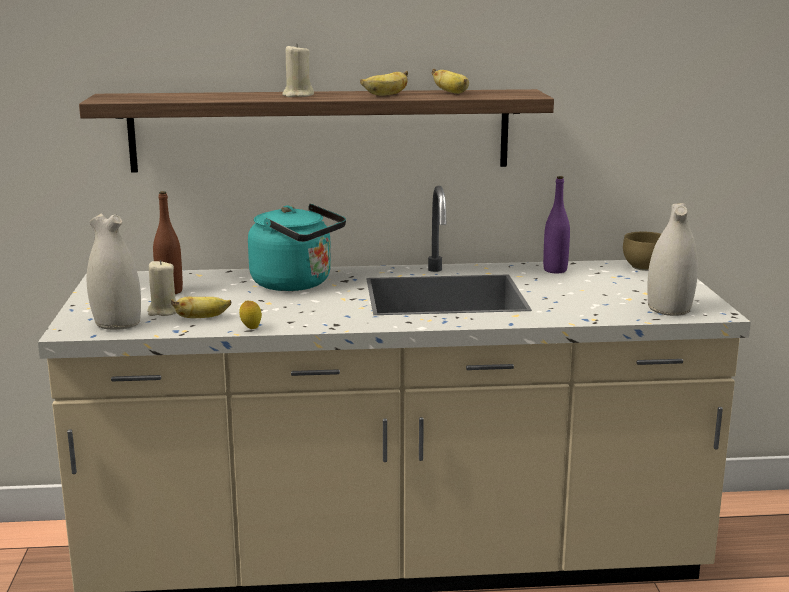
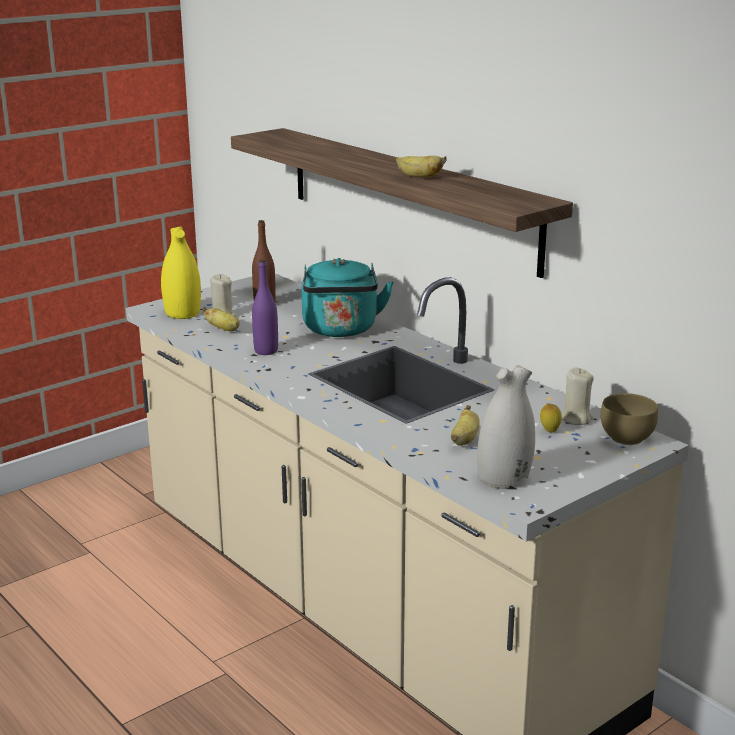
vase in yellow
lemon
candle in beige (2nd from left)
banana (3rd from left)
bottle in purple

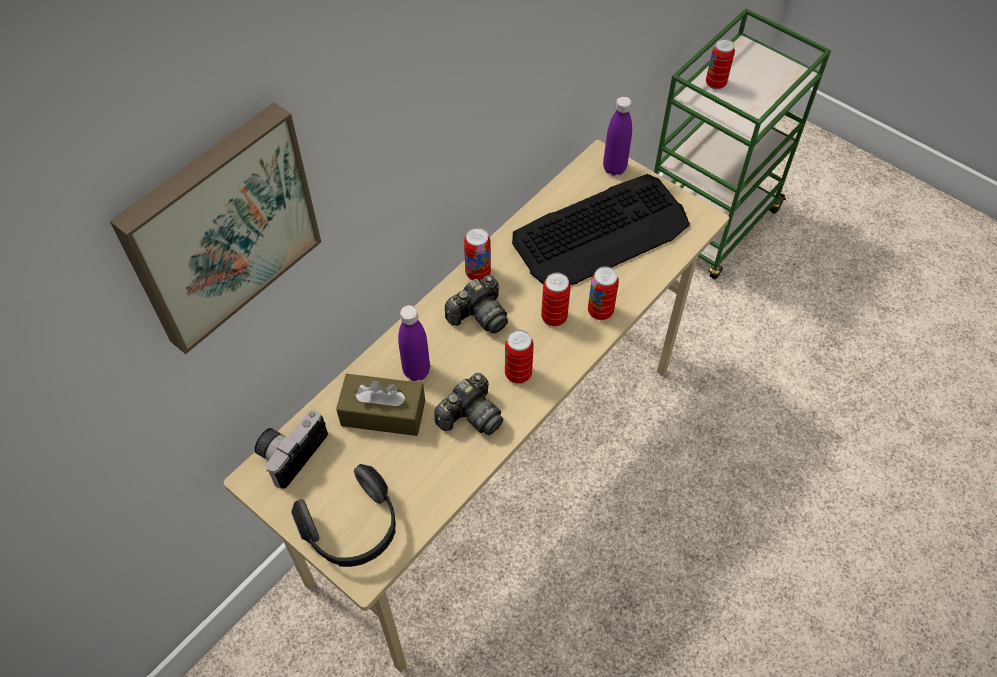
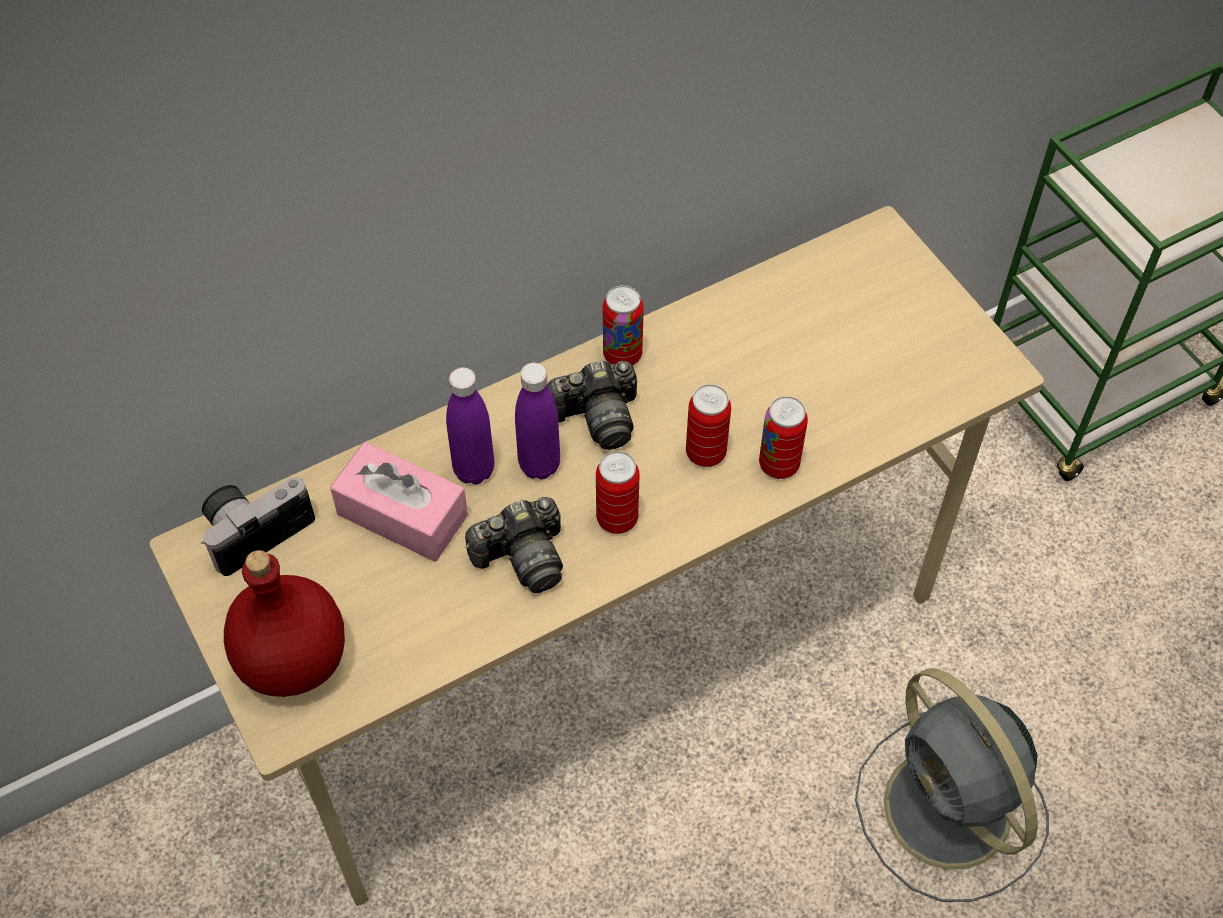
picture
bottle in red
tissue box in pink
keyboard
bottle in purple (2nd from left)
can (5th from left in the first image)
fan in grey

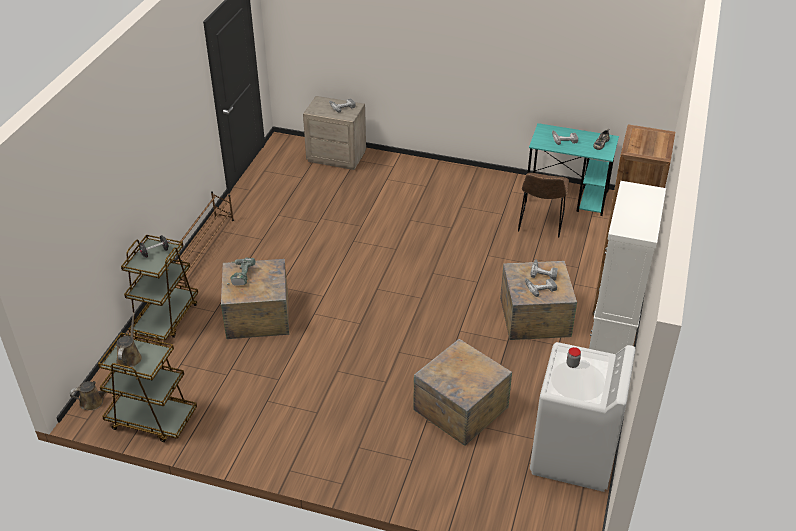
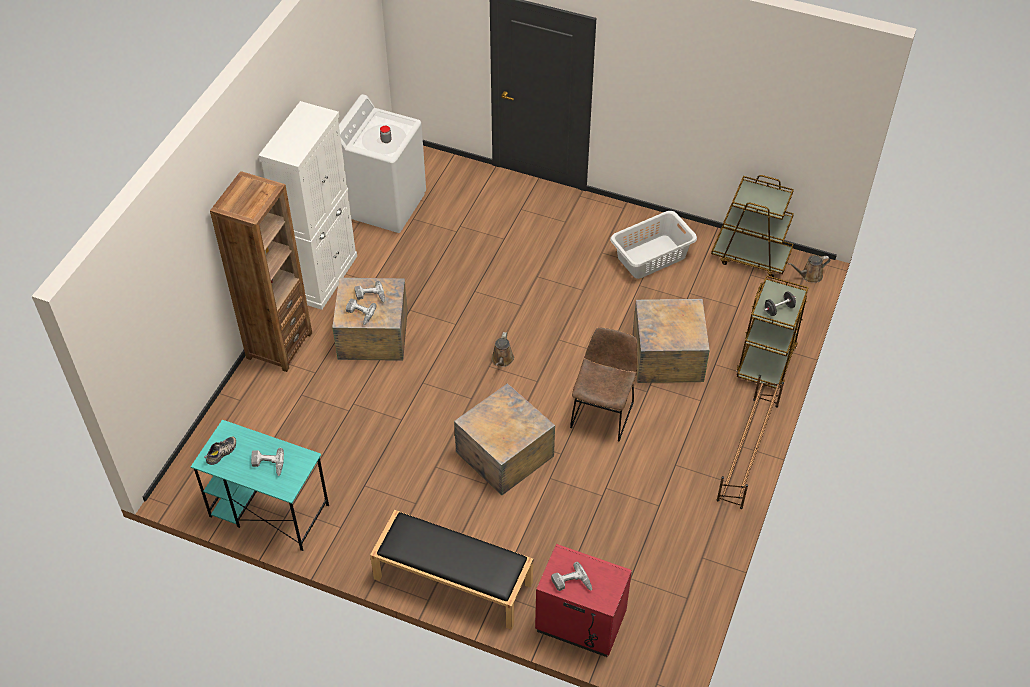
watering can in brown (1st from left)
power drill (1st from left in the first image)
nightstand in red
crate (2nd from left)
chair in brown
bench in black
laundry basket in grey

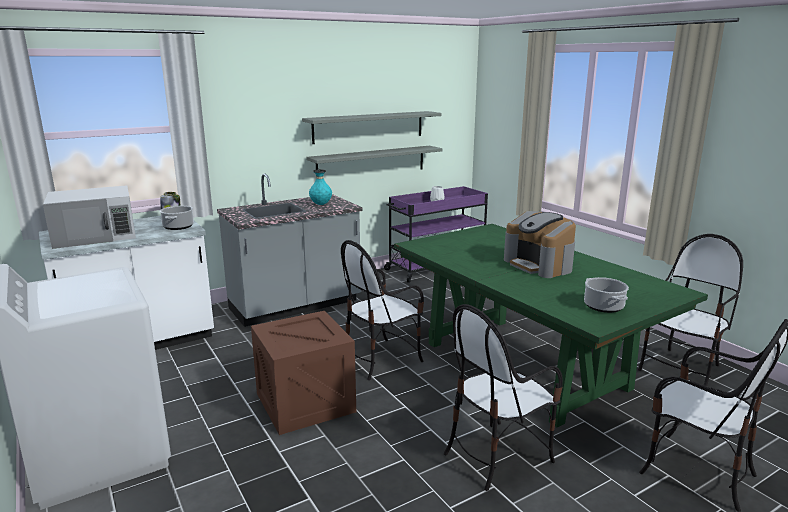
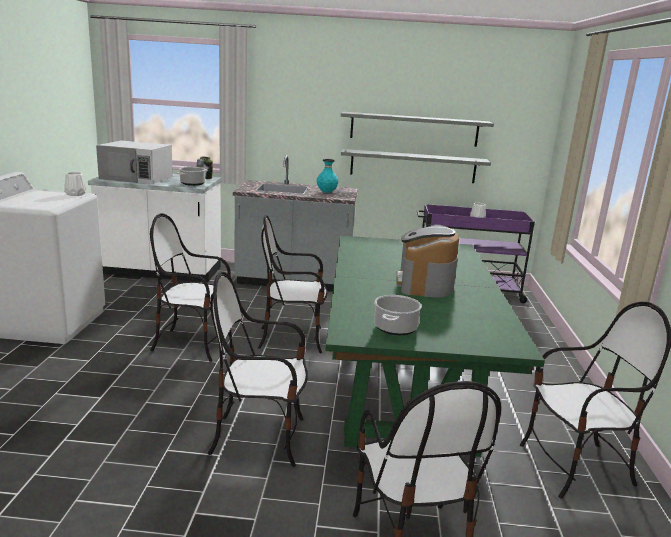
chair (1st from left)
vase in white (1st from left)

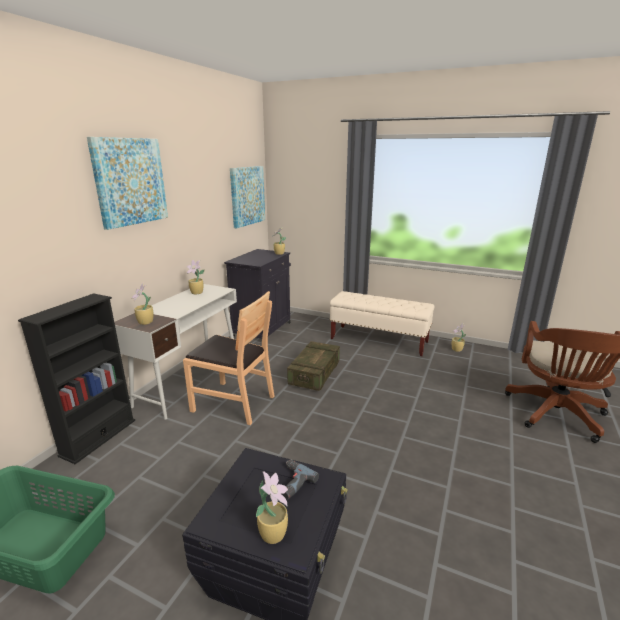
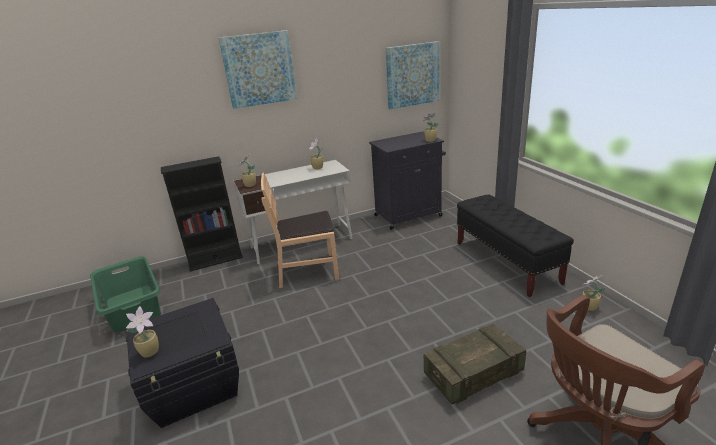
chair in brown
power drill
crate
bench in black

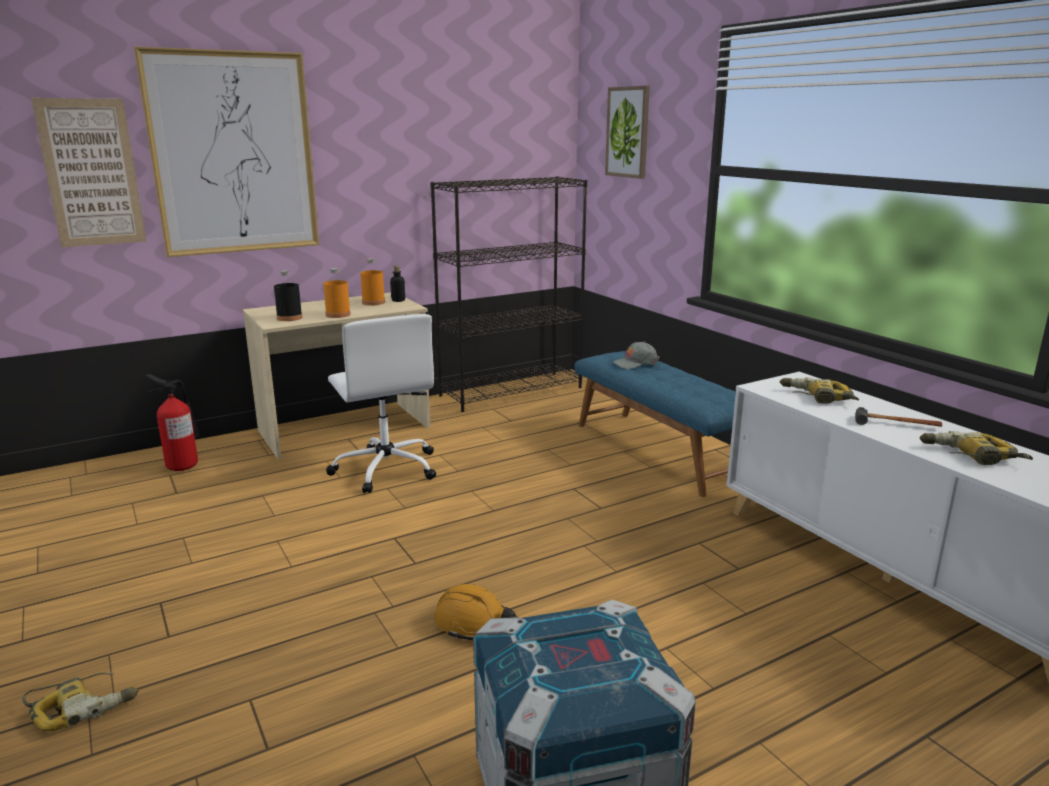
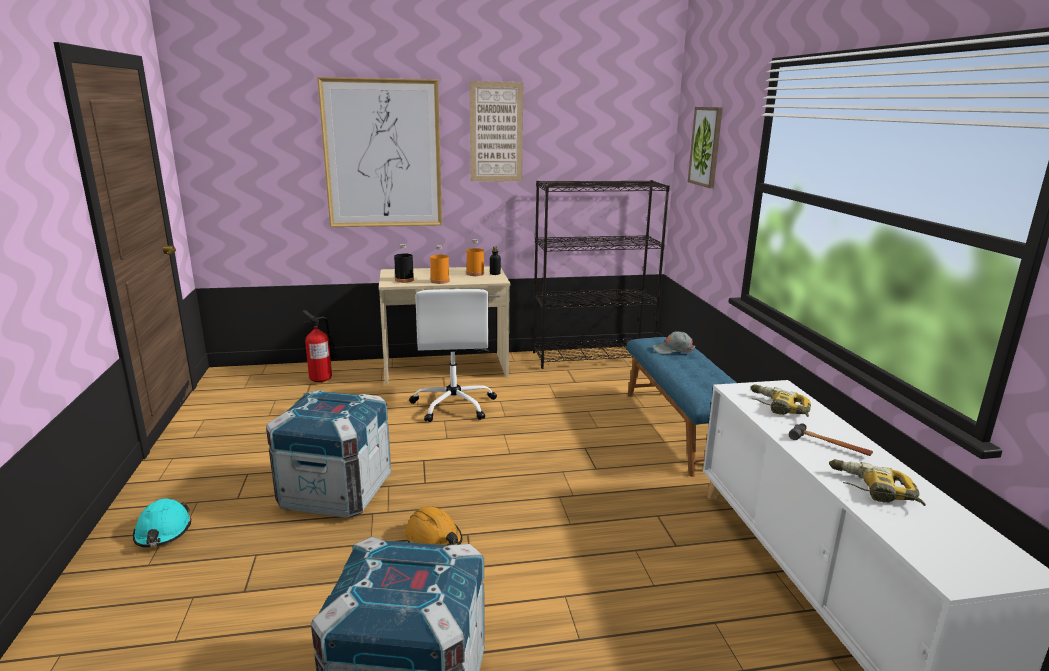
hard hat in turquoise
picture (2nd from left)
crate (1st from left)

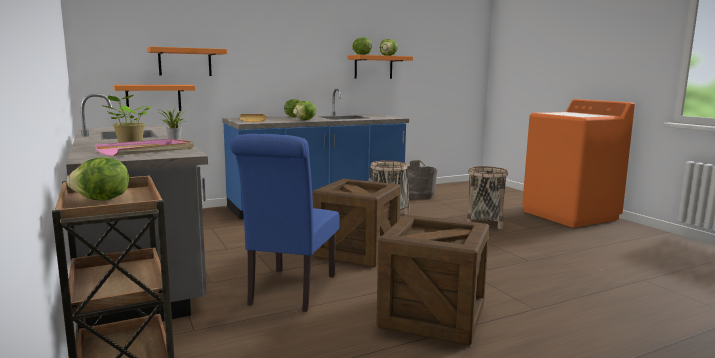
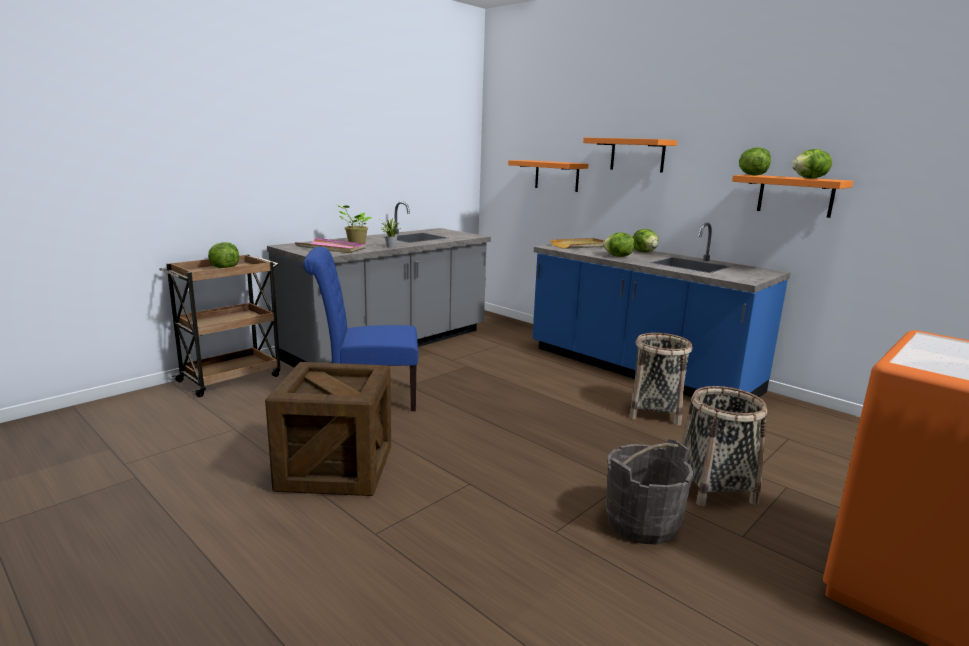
shelf in orange (2nd from left)
crate (1st from left in the first image)
bucket in grey

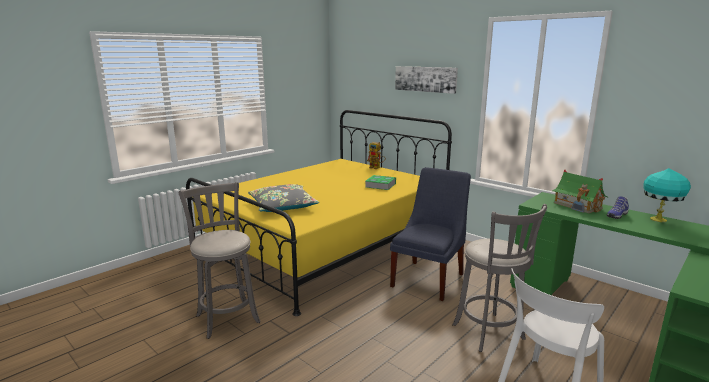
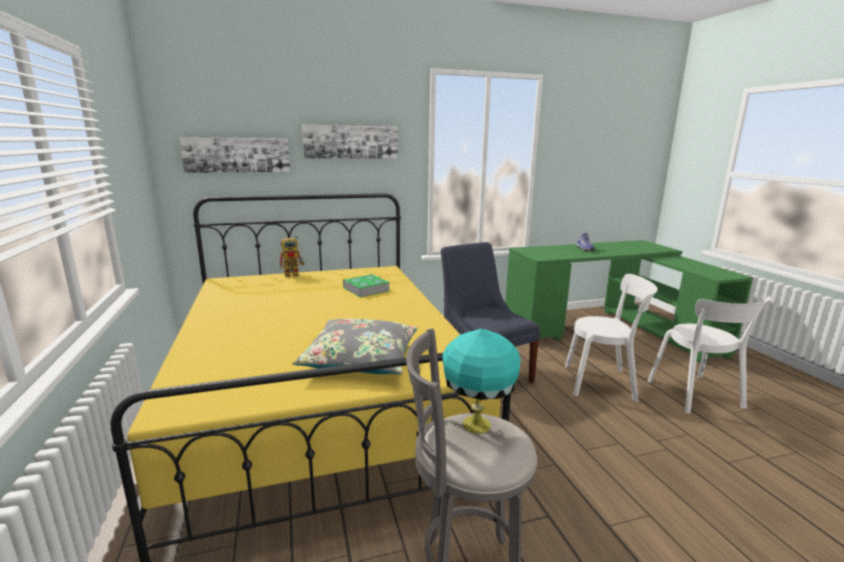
chair in white (1st from left)
toy house
table lamp in turquoise
picture (1st from left)

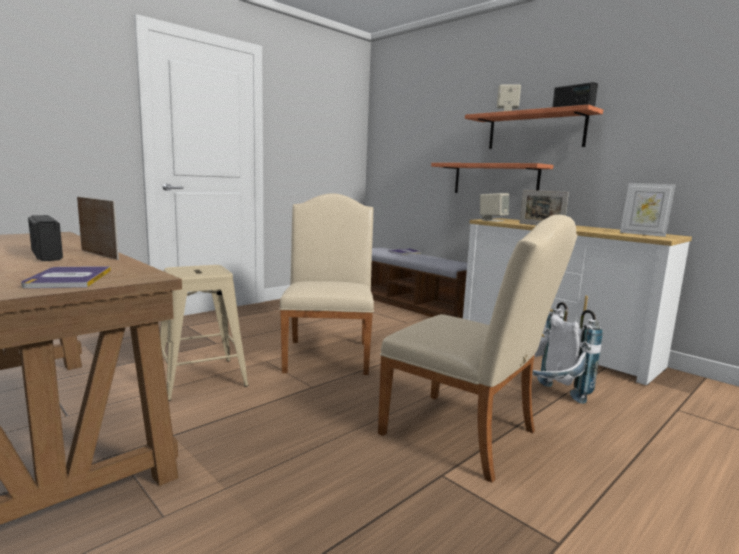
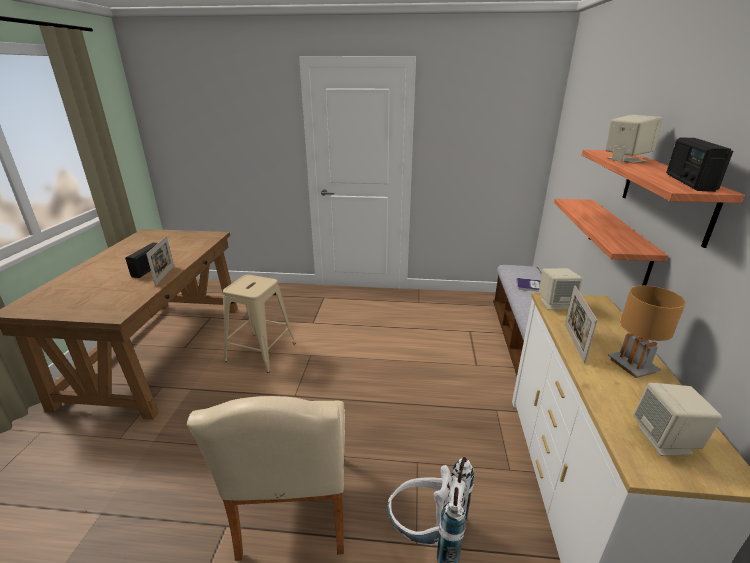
book (1st from left in the first image)
chair in beige (1st from left in the first image)
speaker in beige (3rd from left)
table lamp in brown

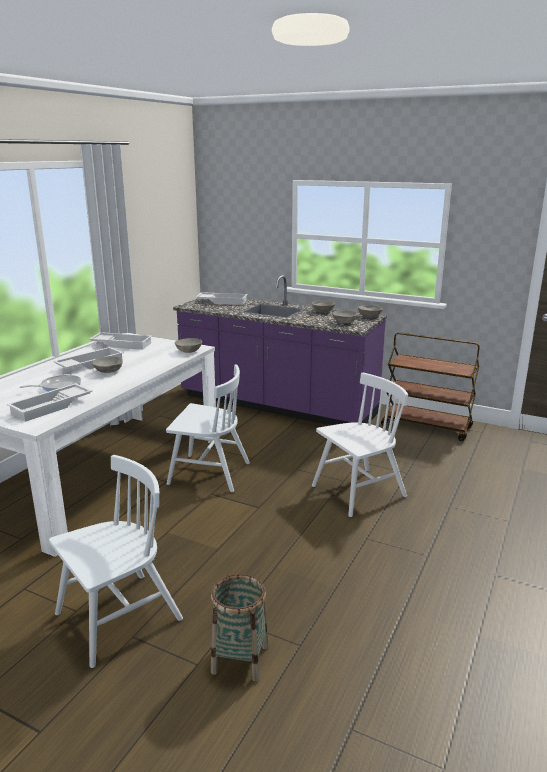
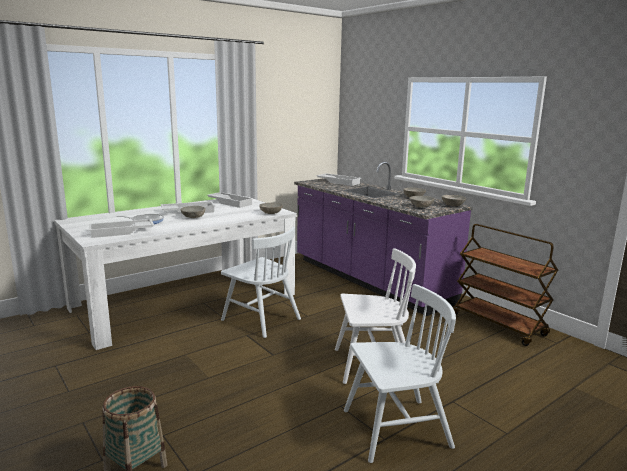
chair in white (3rd from left)

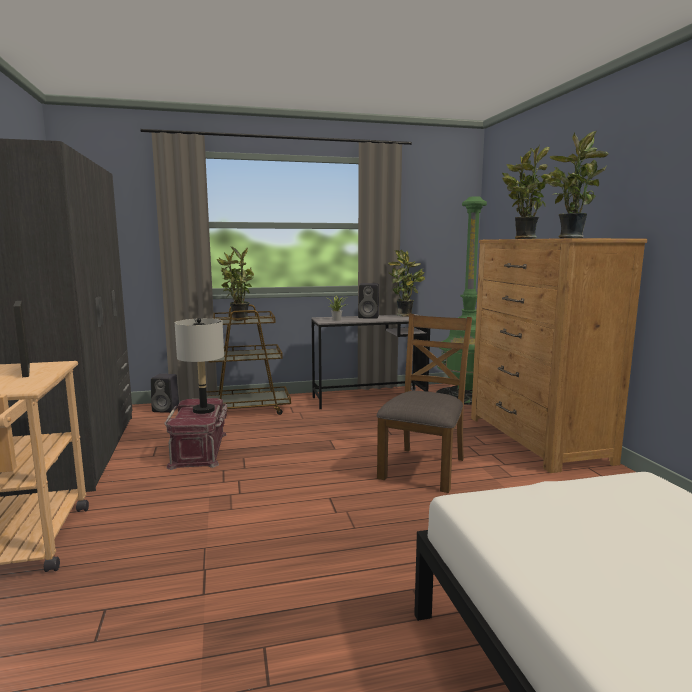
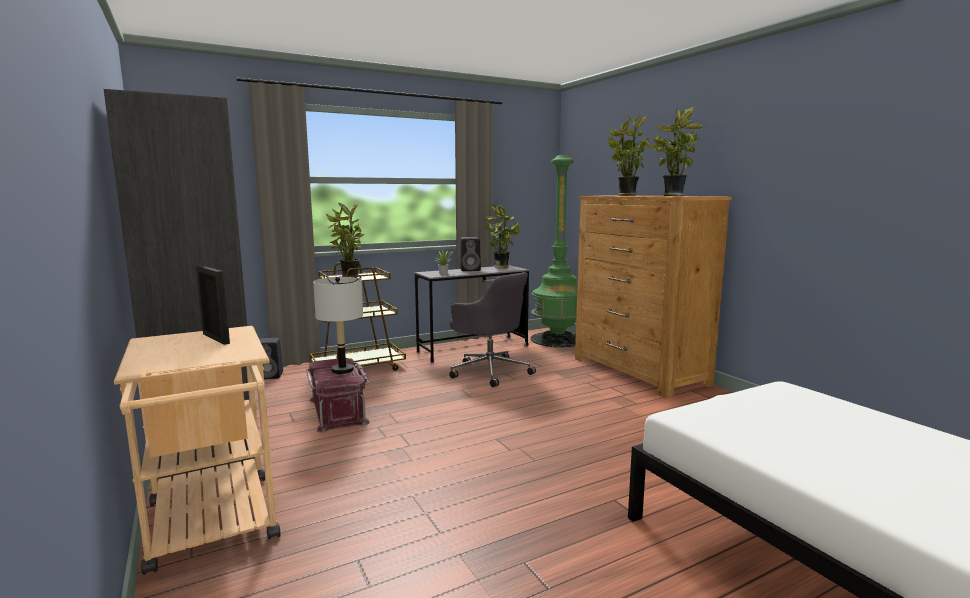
chair in brown
office chair in grey

